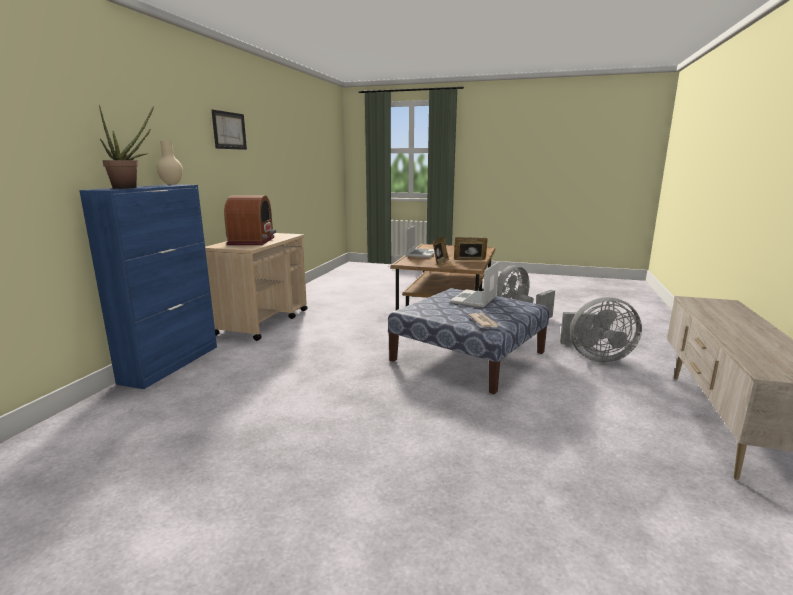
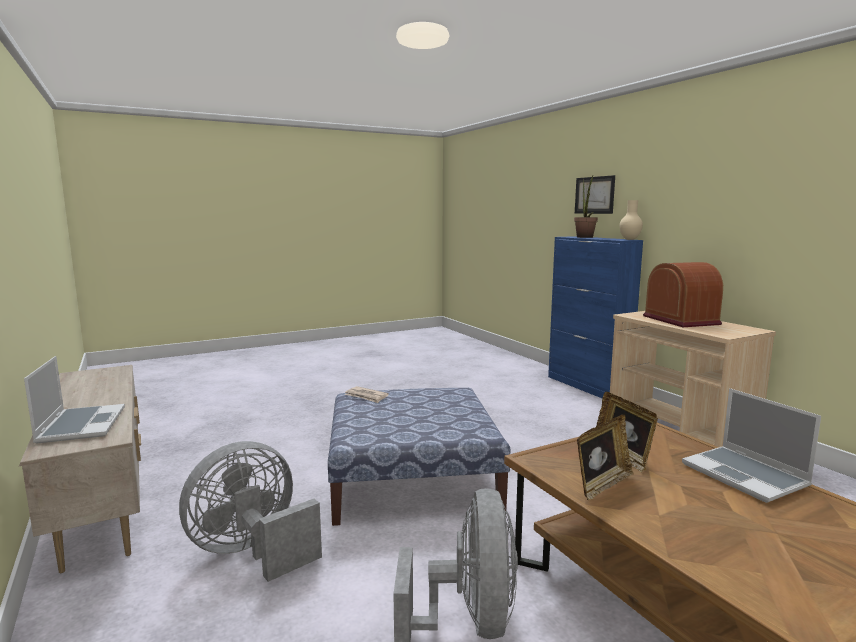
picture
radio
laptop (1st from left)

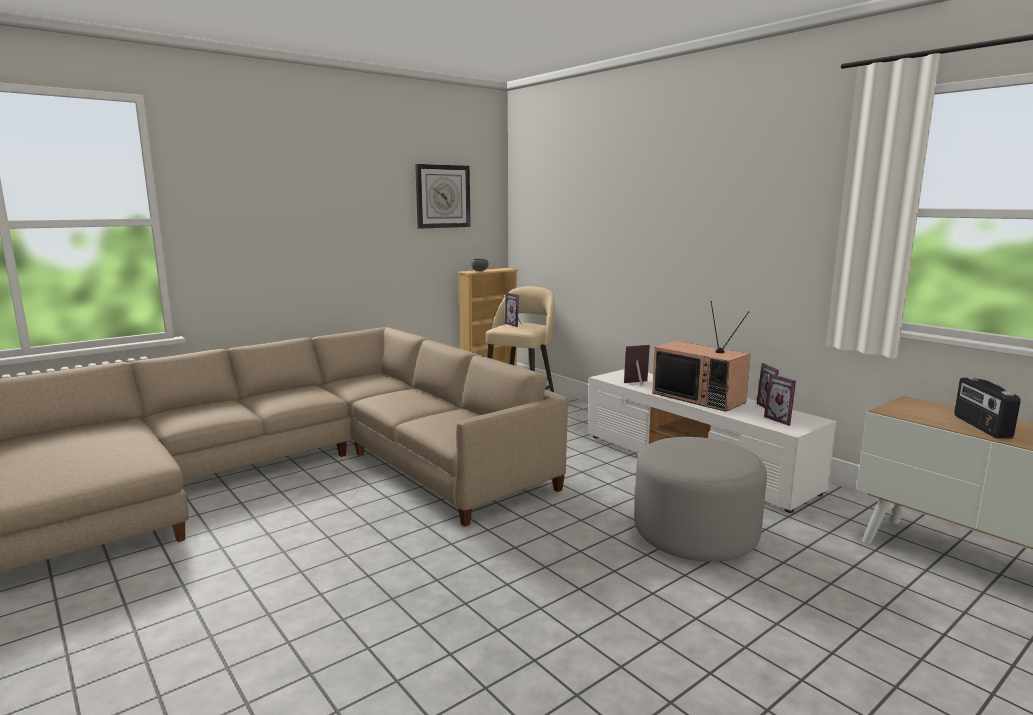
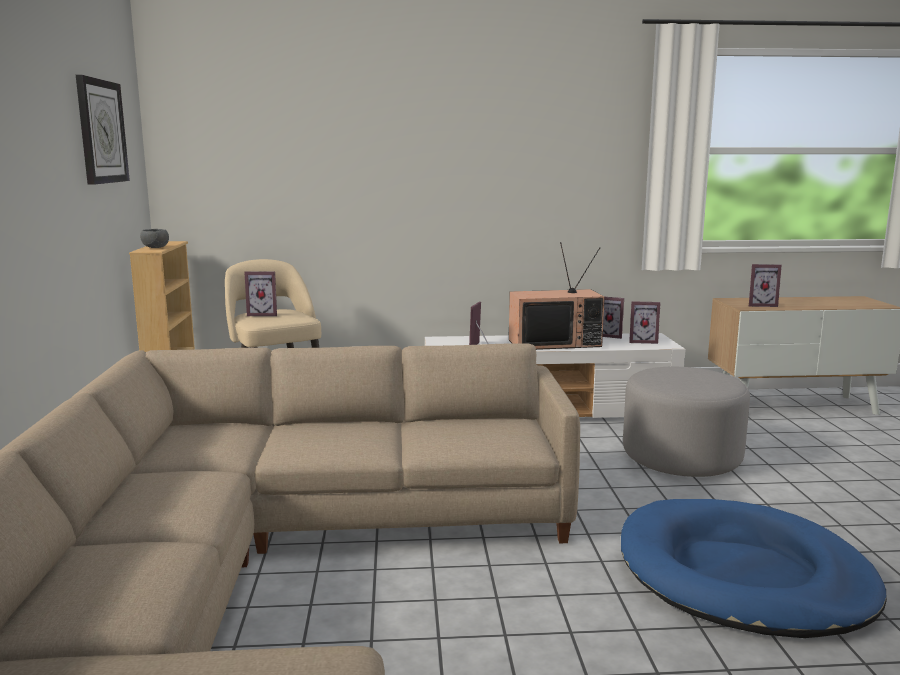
radio
dog bed in blue
picture frame (5th from left)

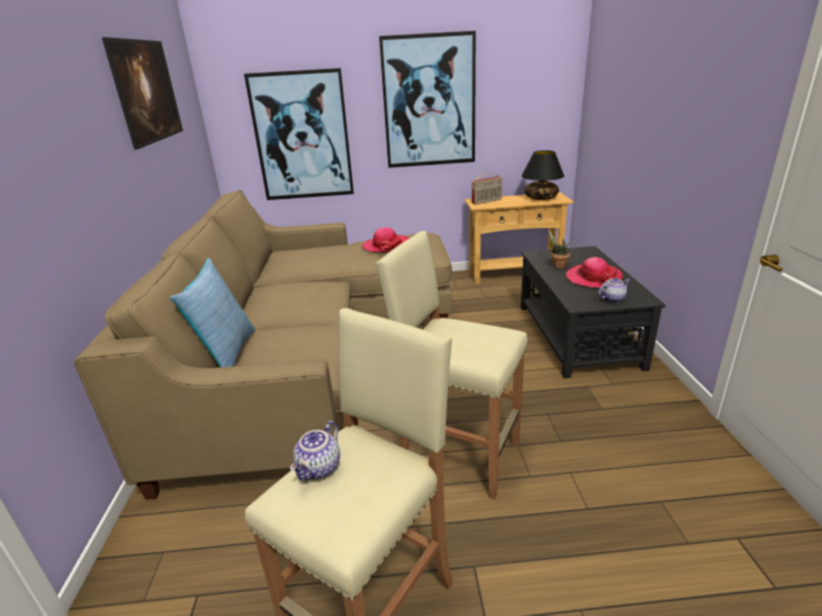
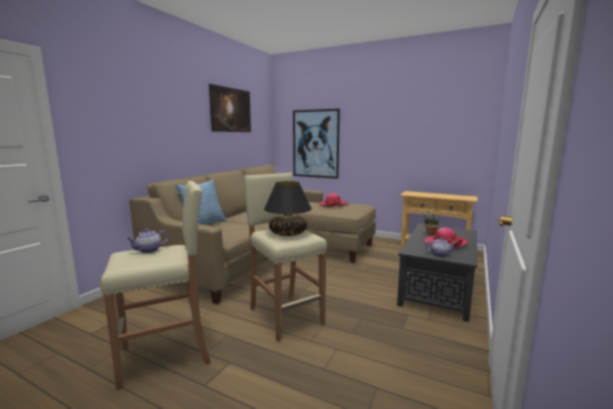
picture (3rd from left in the first image)
radio
table lamp in black

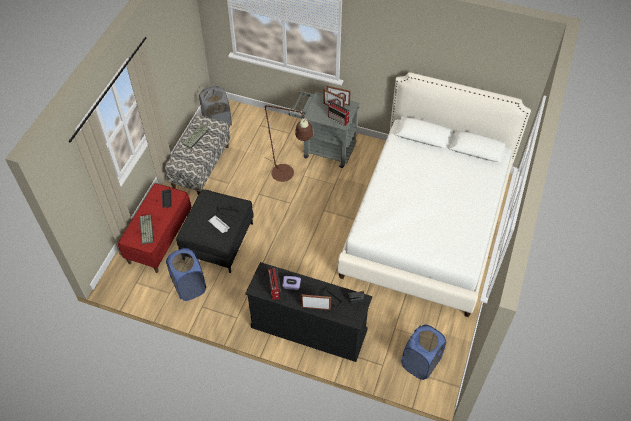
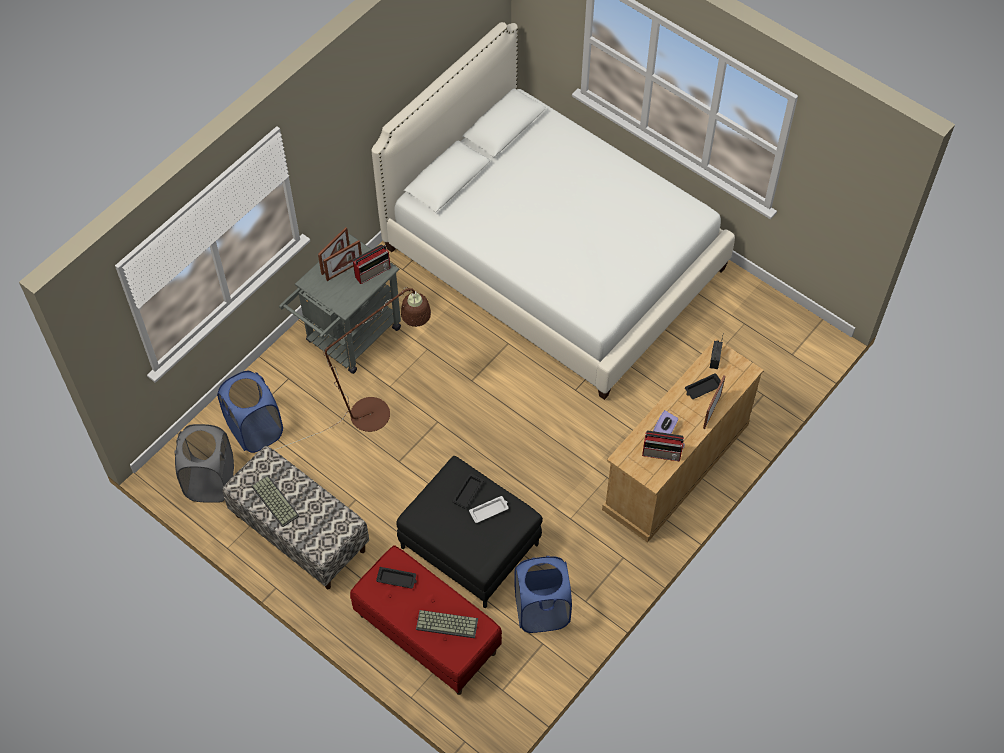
dresser in beige
laundry basket in blue (1st from left)

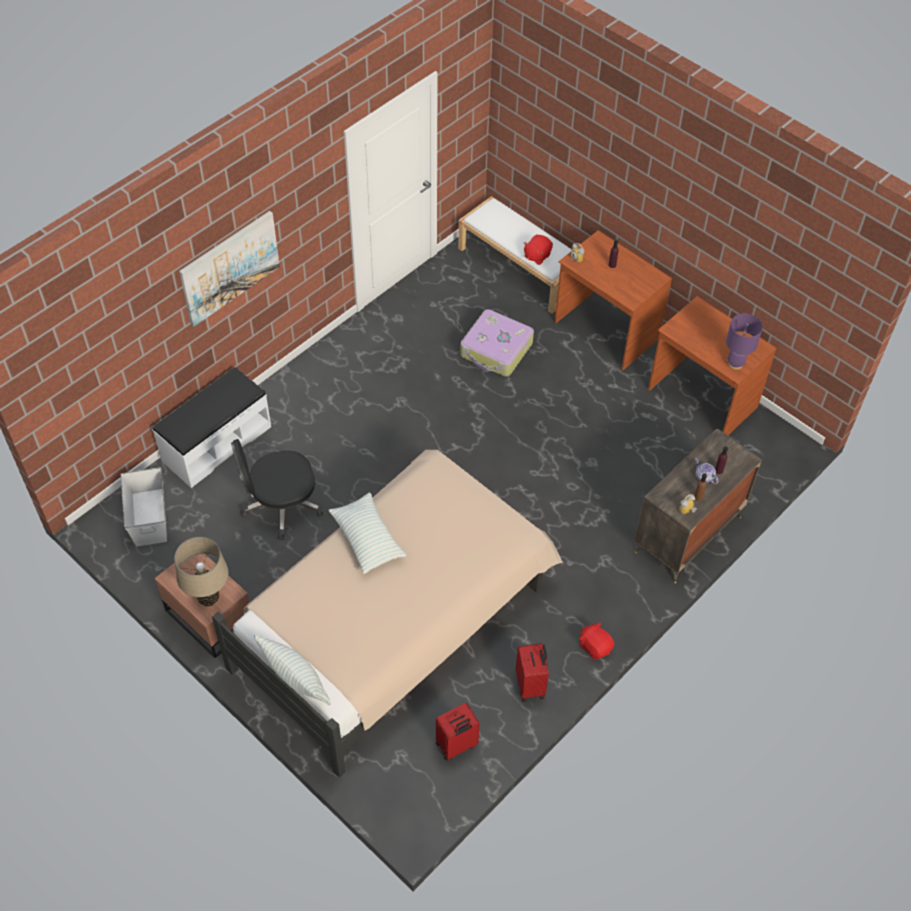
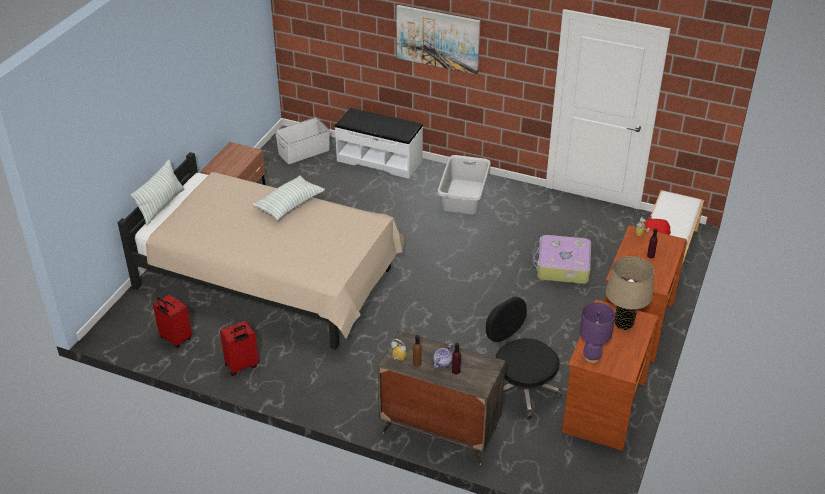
table lamp in beige
office chair in black
plush toy in red (2nd from left in the first image)
laundry basket in grey

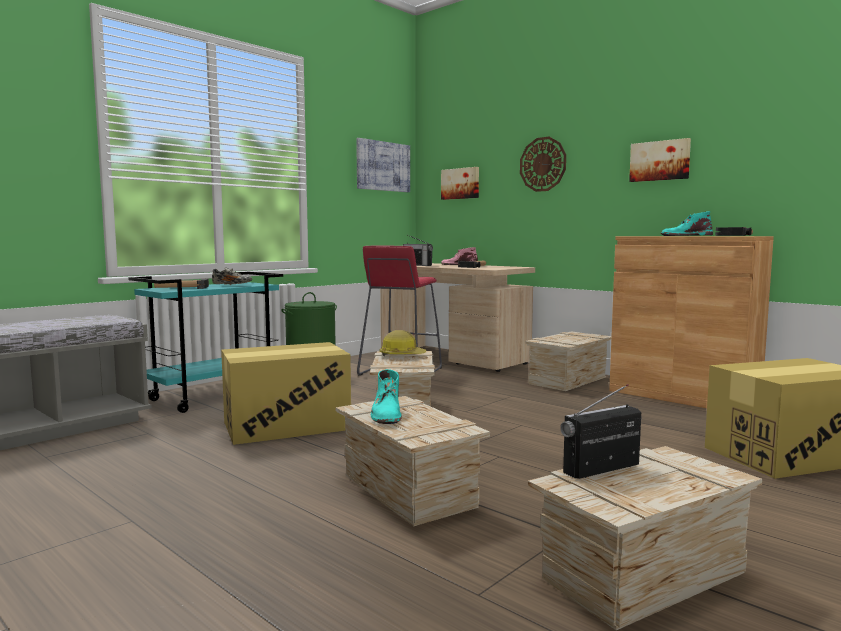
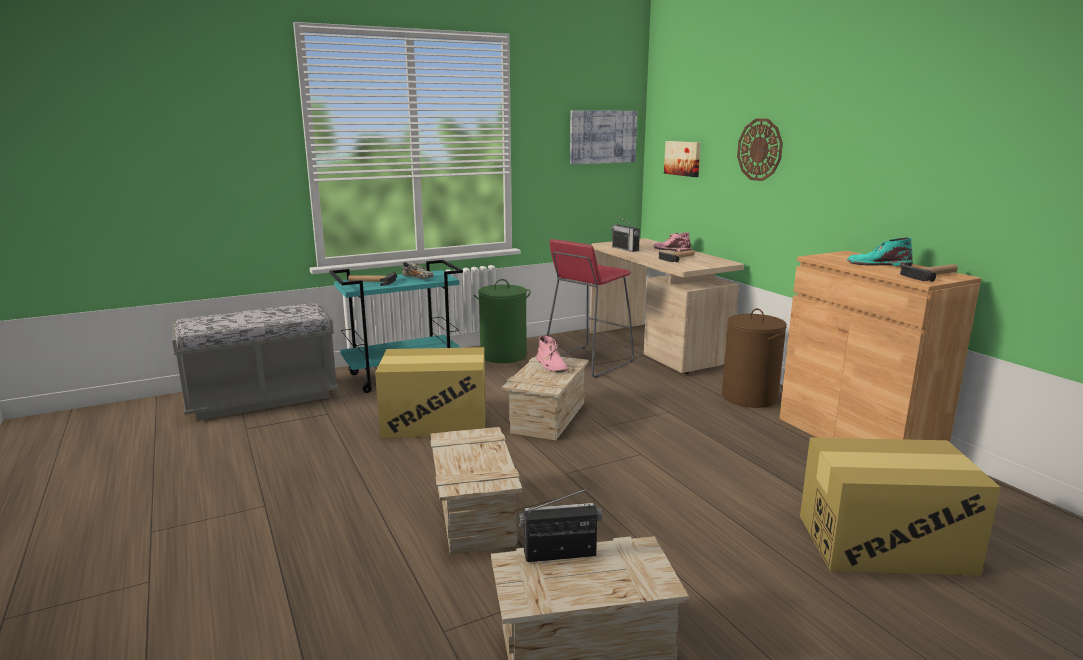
boot in turquoise (1st from left in the first image)
boot in pink (1st from left)
laundry basket in brown
picture (3rd from left in the first image)

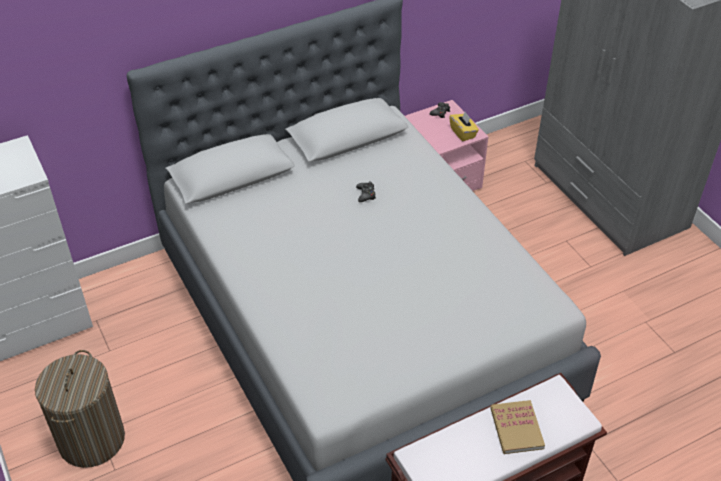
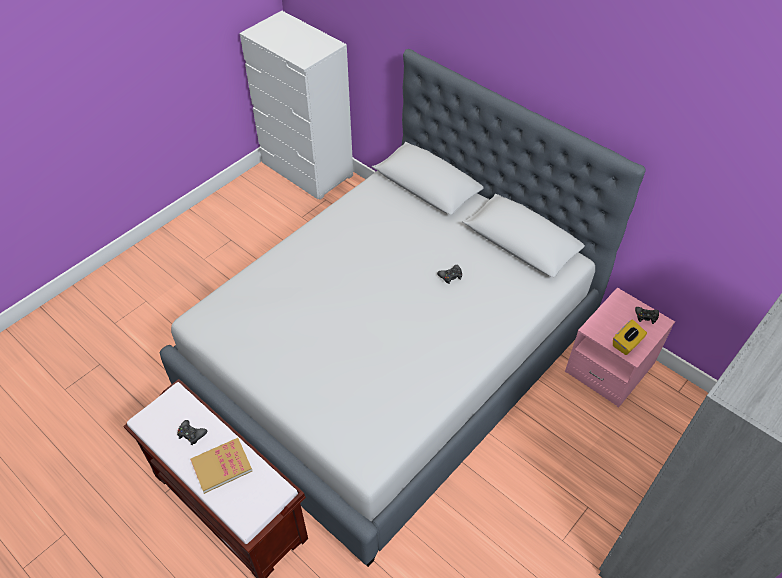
laundry basket
game controller in black (1st from left)

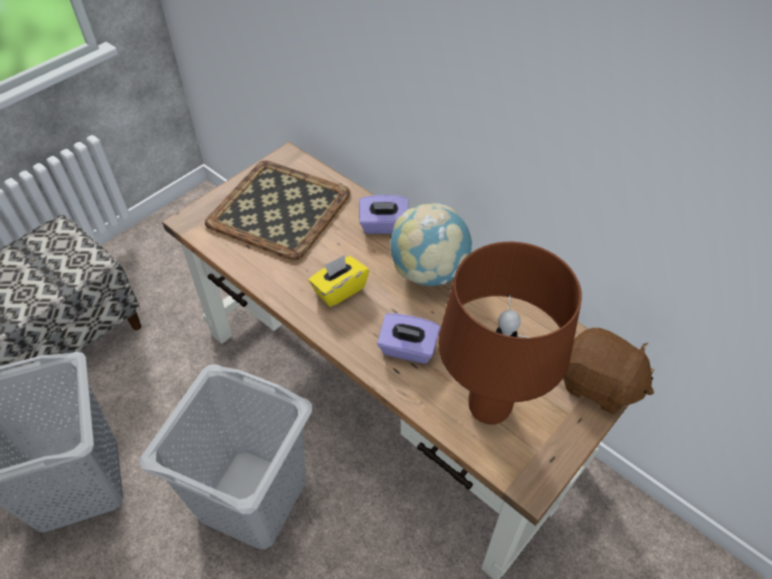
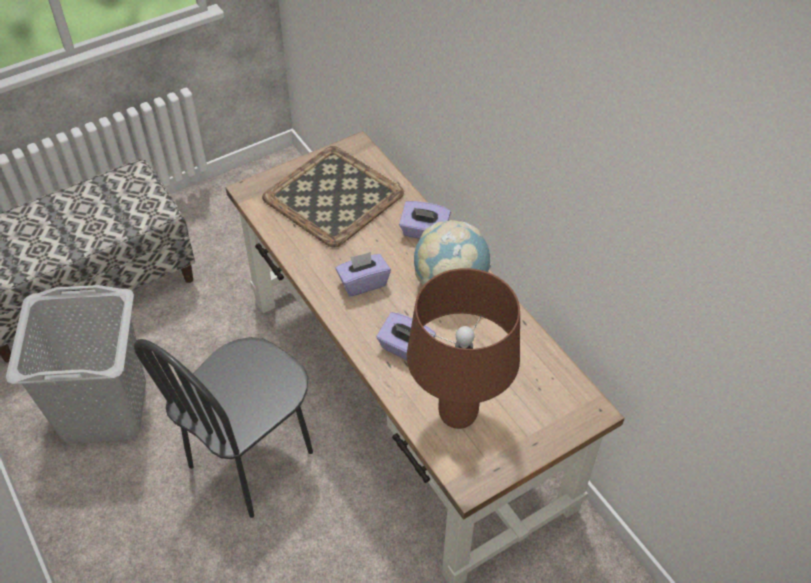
chair in black
tissue box in purple (1st from left)
plush toy in brown

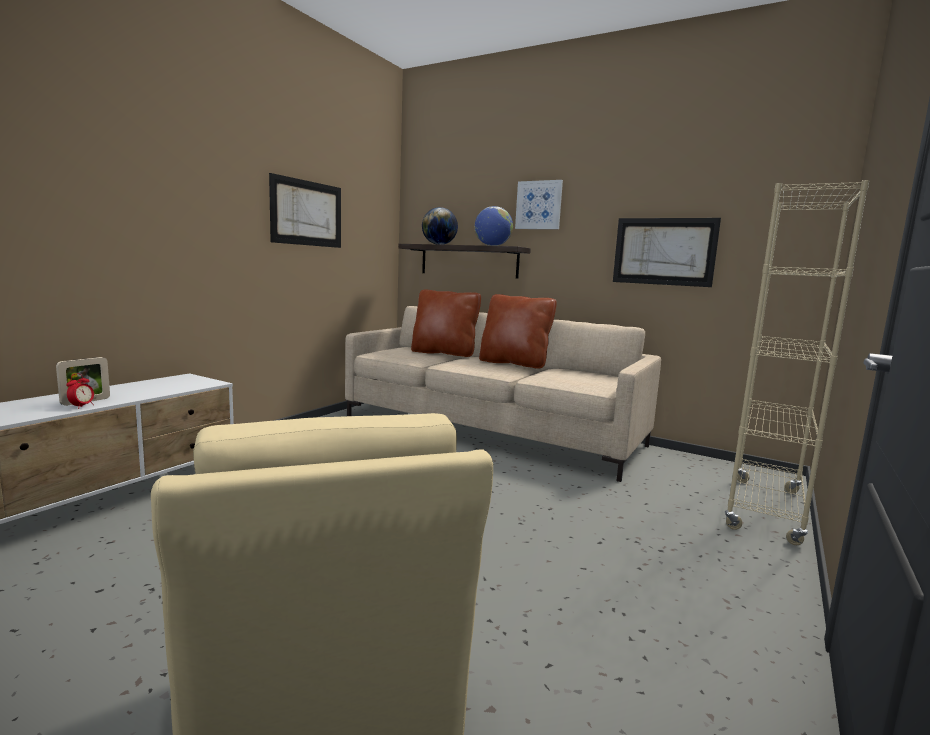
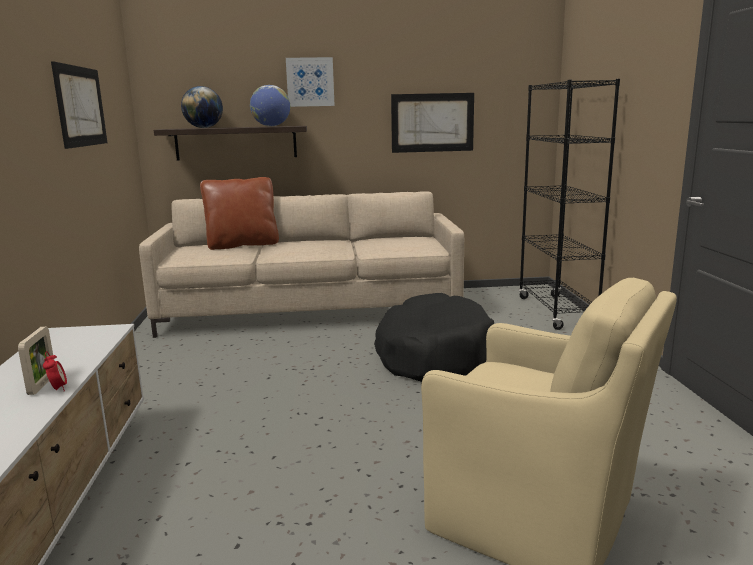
pillow in brown (2nd from left in the first image)
bookcase in black
dog bed in black

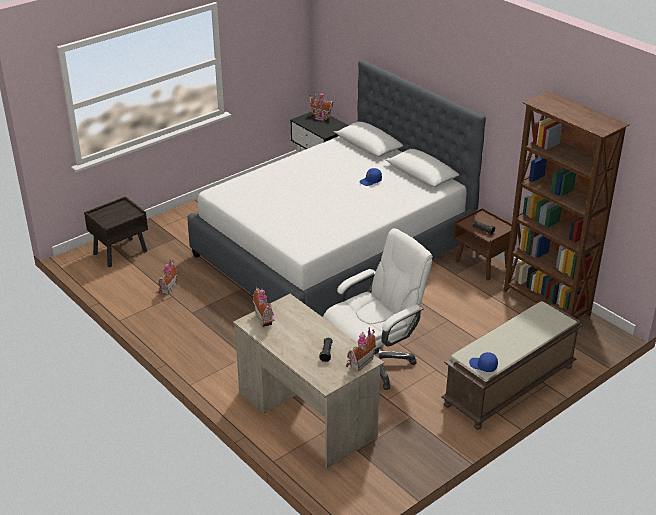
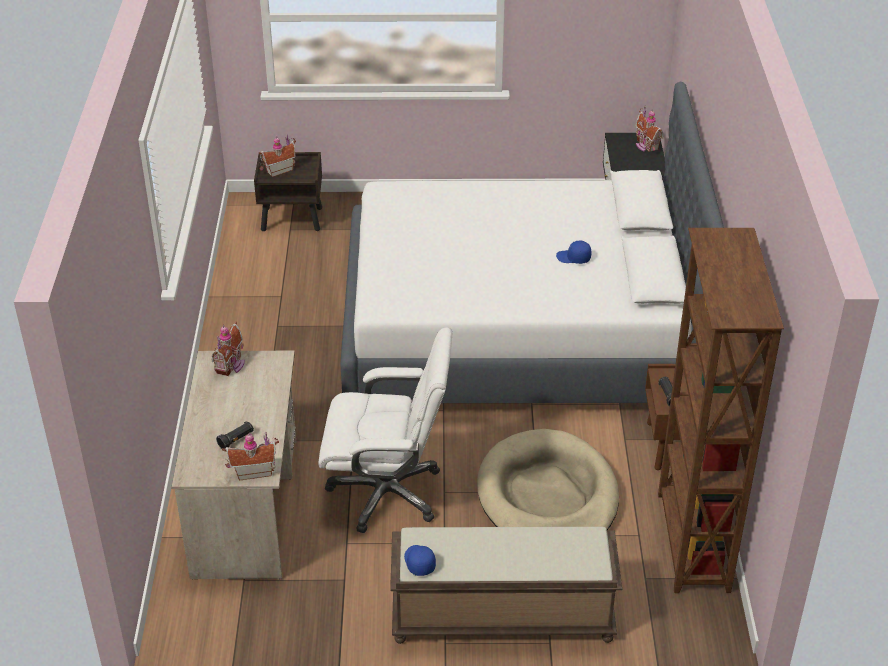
toy house (3rd from left)
dog bed in beige

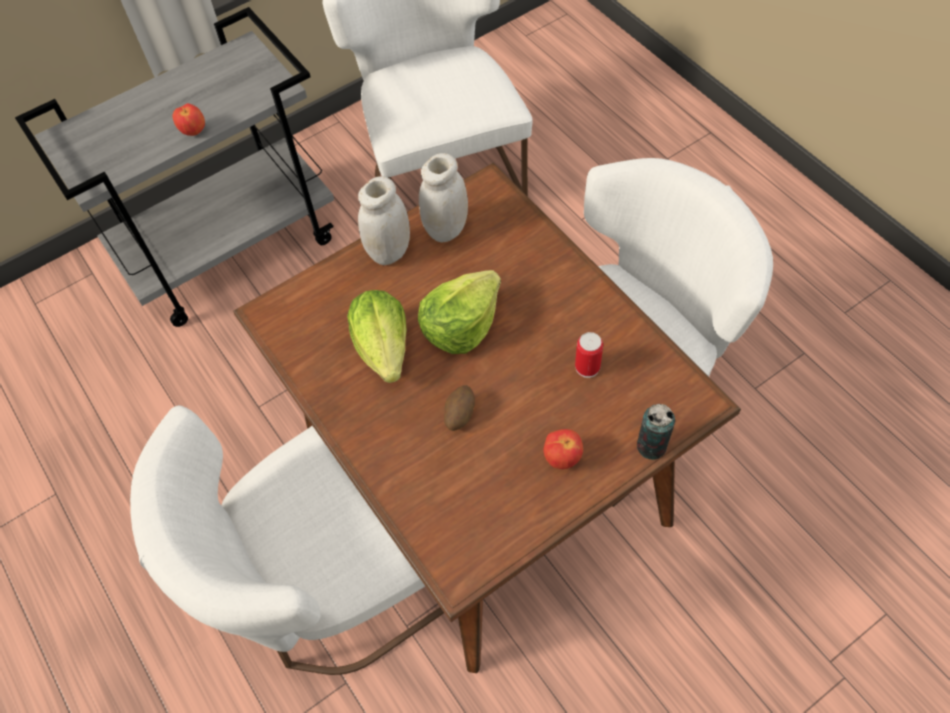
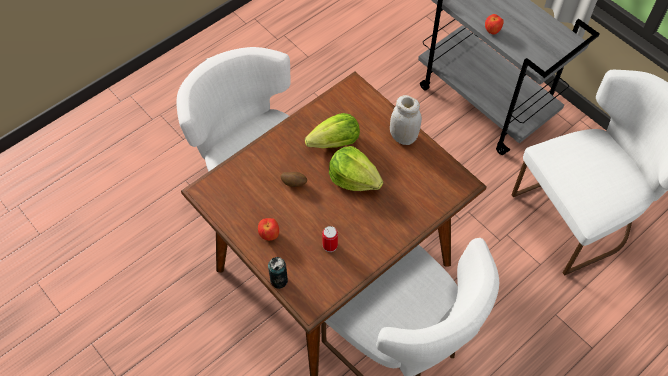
jar in white (2nd from left in the first image)

